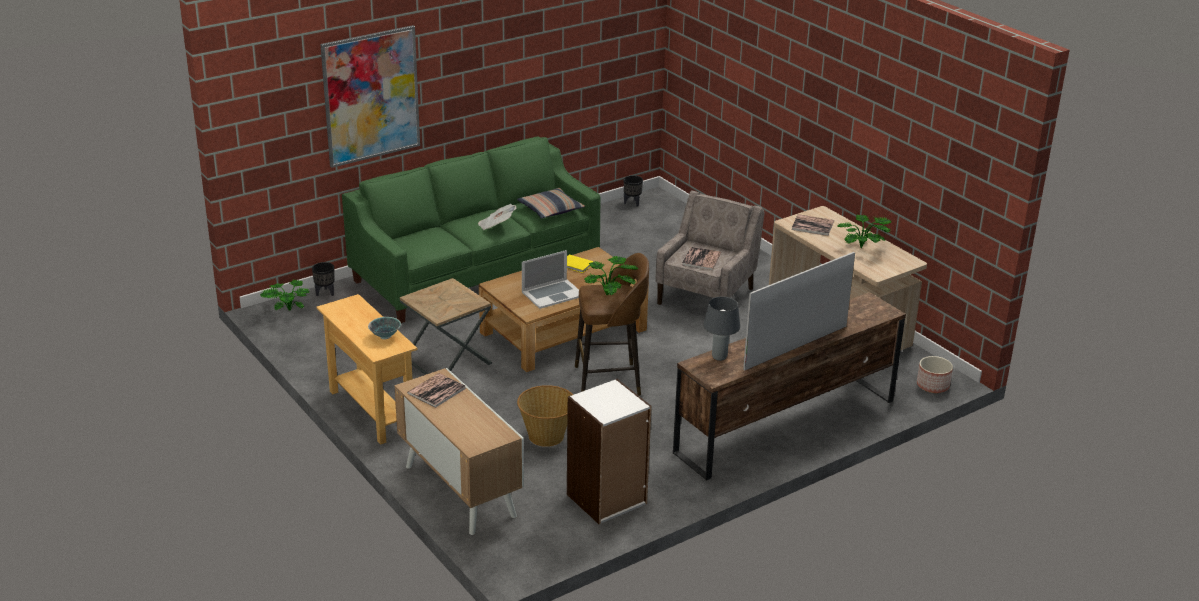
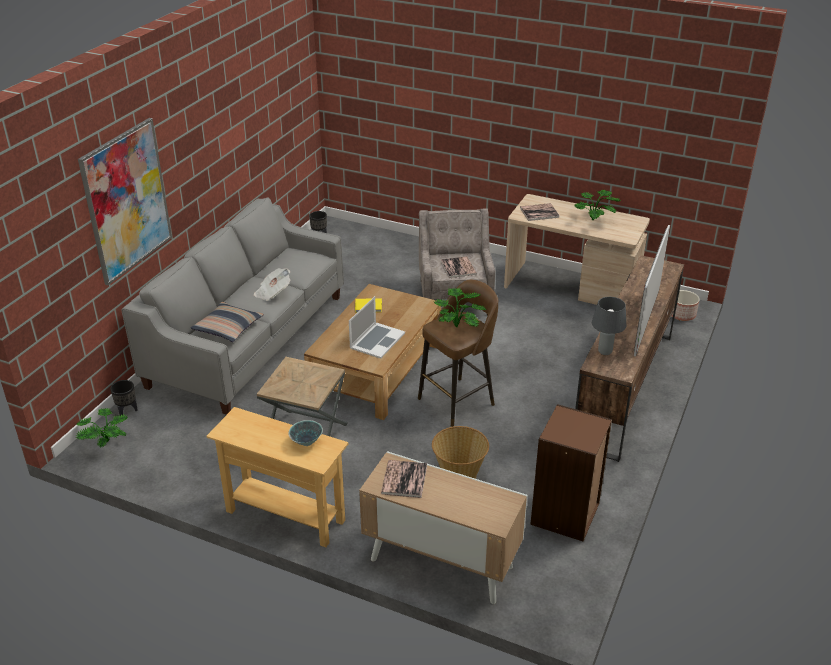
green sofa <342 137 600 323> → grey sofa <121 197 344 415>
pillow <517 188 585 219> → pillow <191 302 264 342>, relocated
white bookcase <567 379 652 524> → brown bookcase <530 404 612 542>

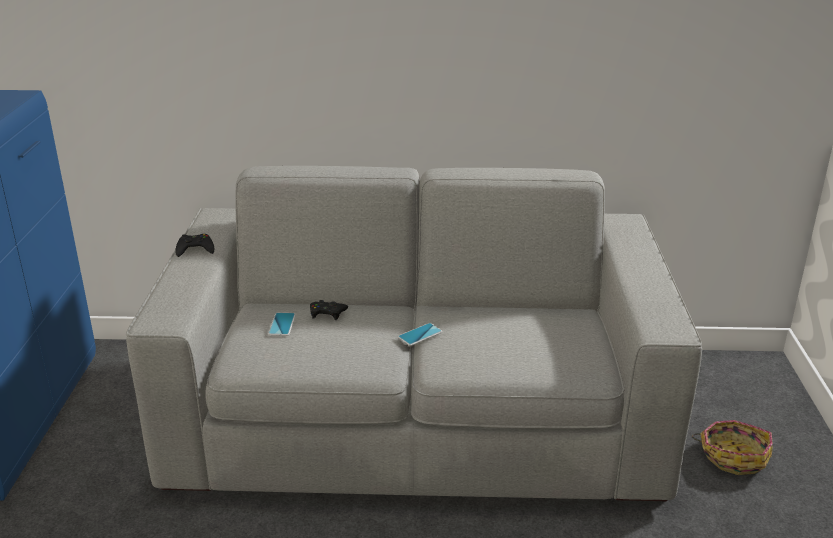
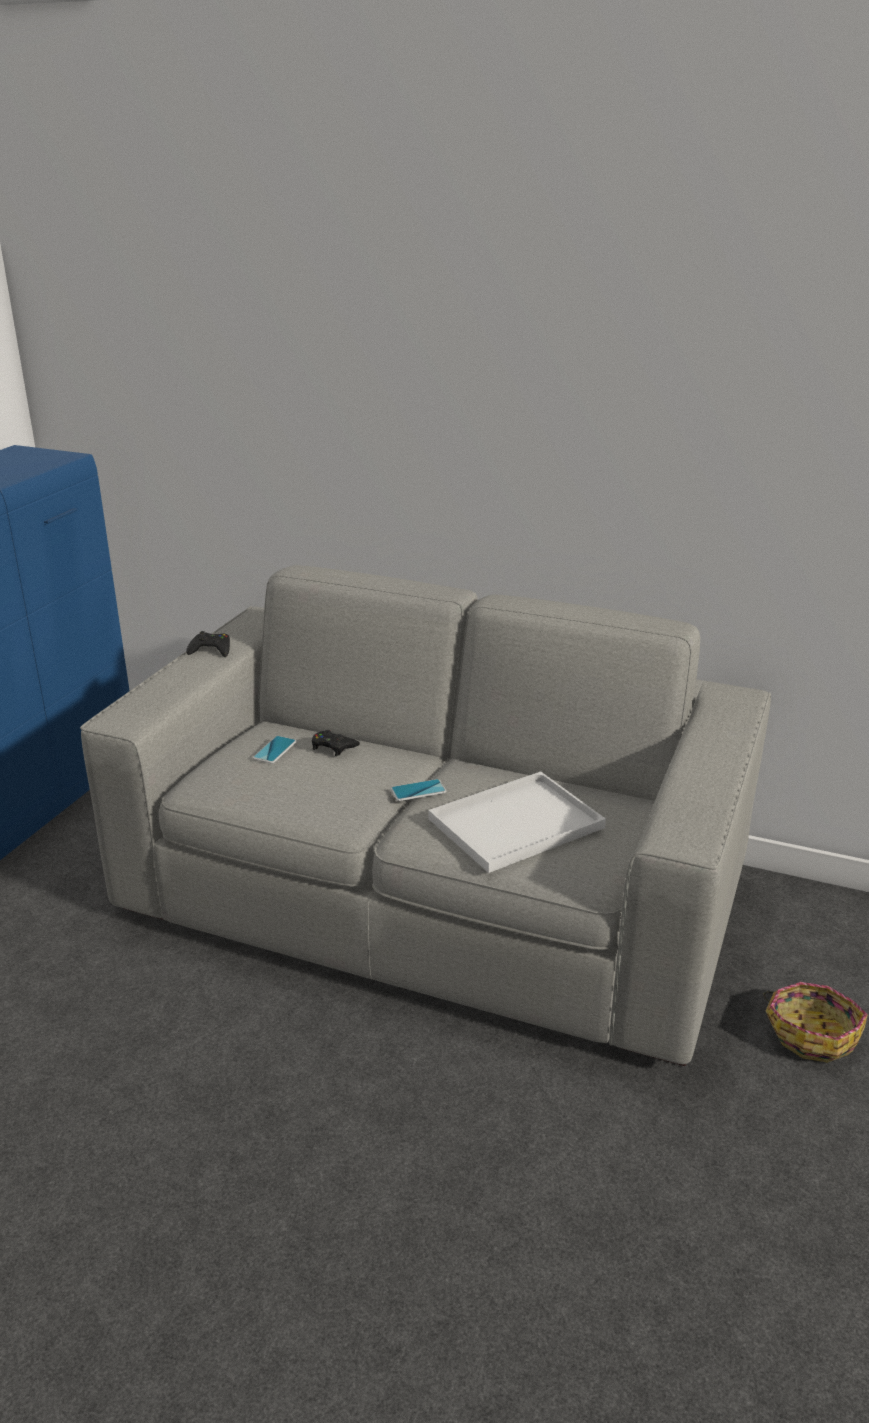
- → white tray <428 771 606 873>

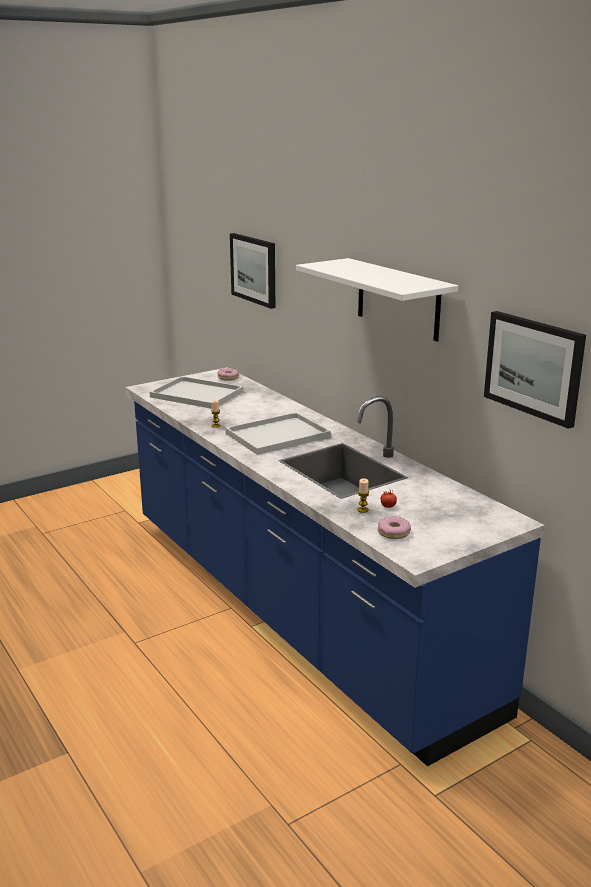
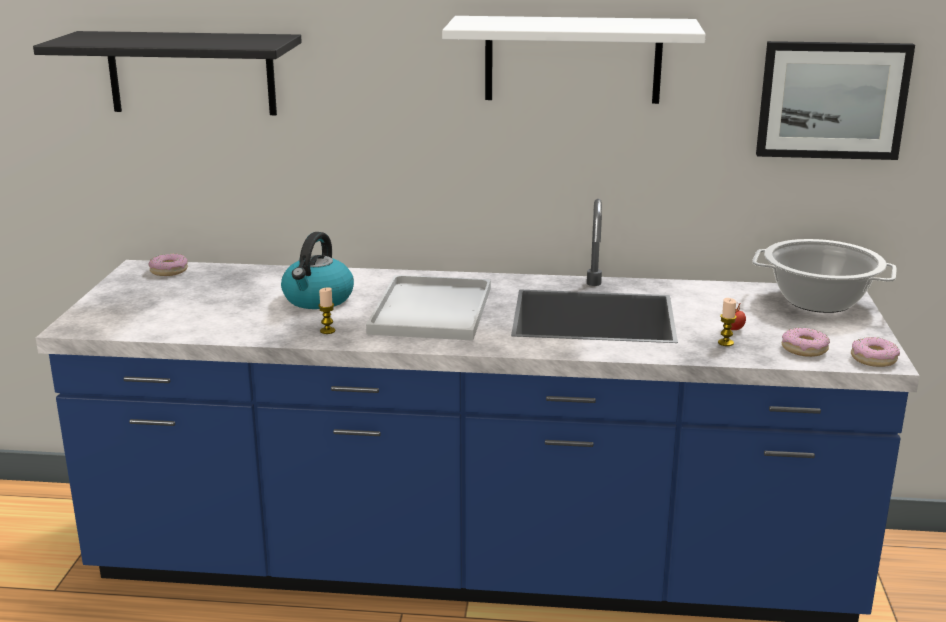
picture <230 233 275 309> → black shelf <33 31 302 115>
white tray <150 376 243 409> → -
- → kettle <281 232 354 309>
- → cooking pot <752 239 897 313>
- → donut <851 337 900 367>

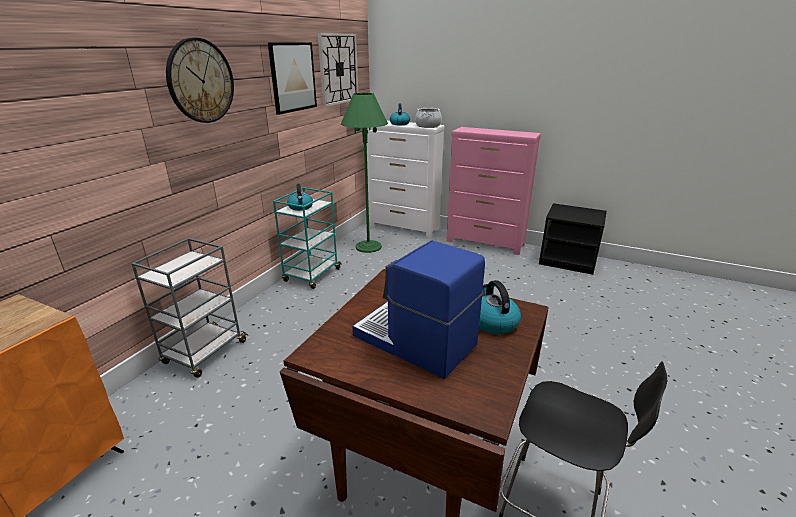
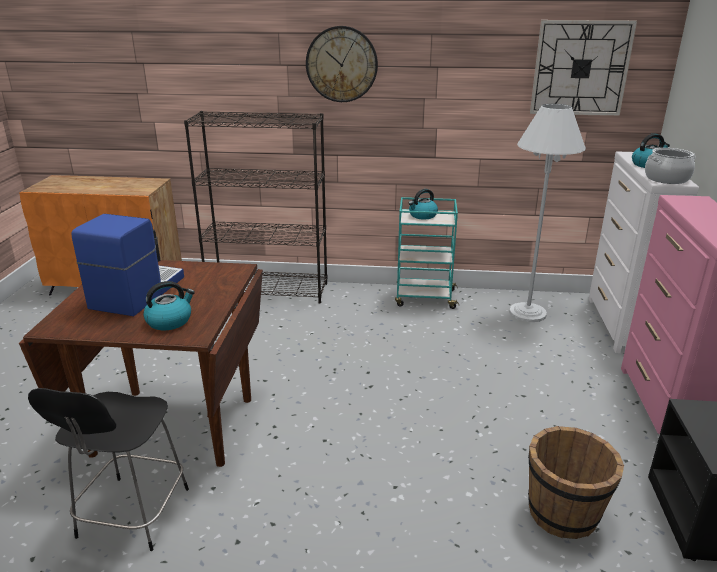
picture <268 42 317 115> → -
green floor lamp <341 93 388 253> → white floor lamp <509 104 586 322>
grey cart <131 238 248 378> → black bookcase <184 111 327 304>
- → brown bucket <528 426 624 539>

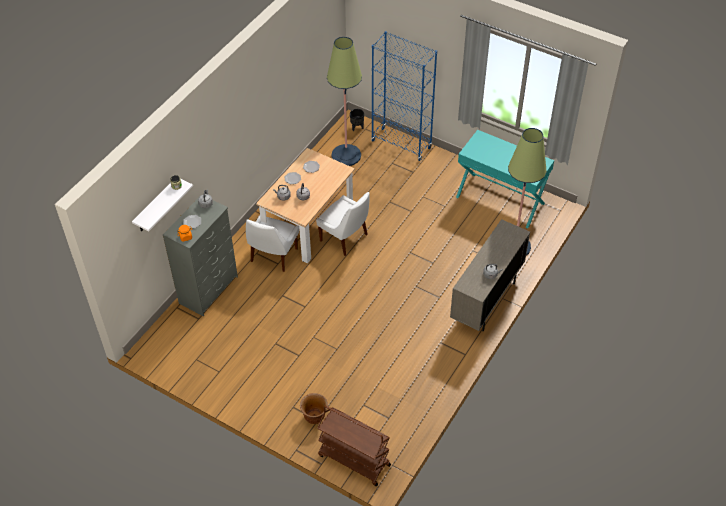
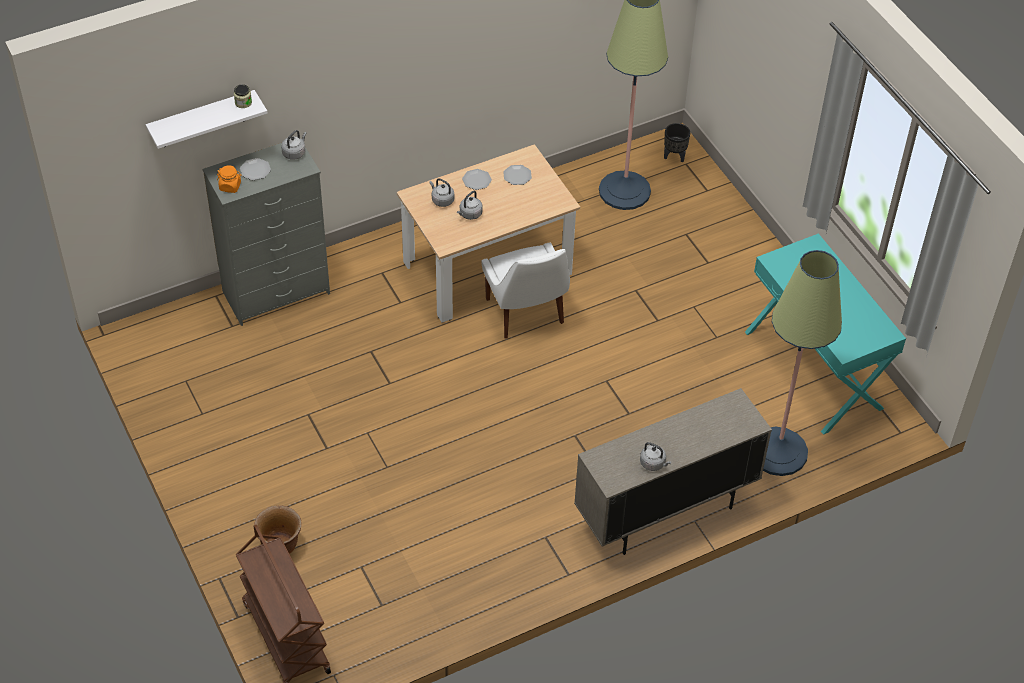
blue bookcase <371 31 437 161> → -
white chair <246 215 299 272> → -

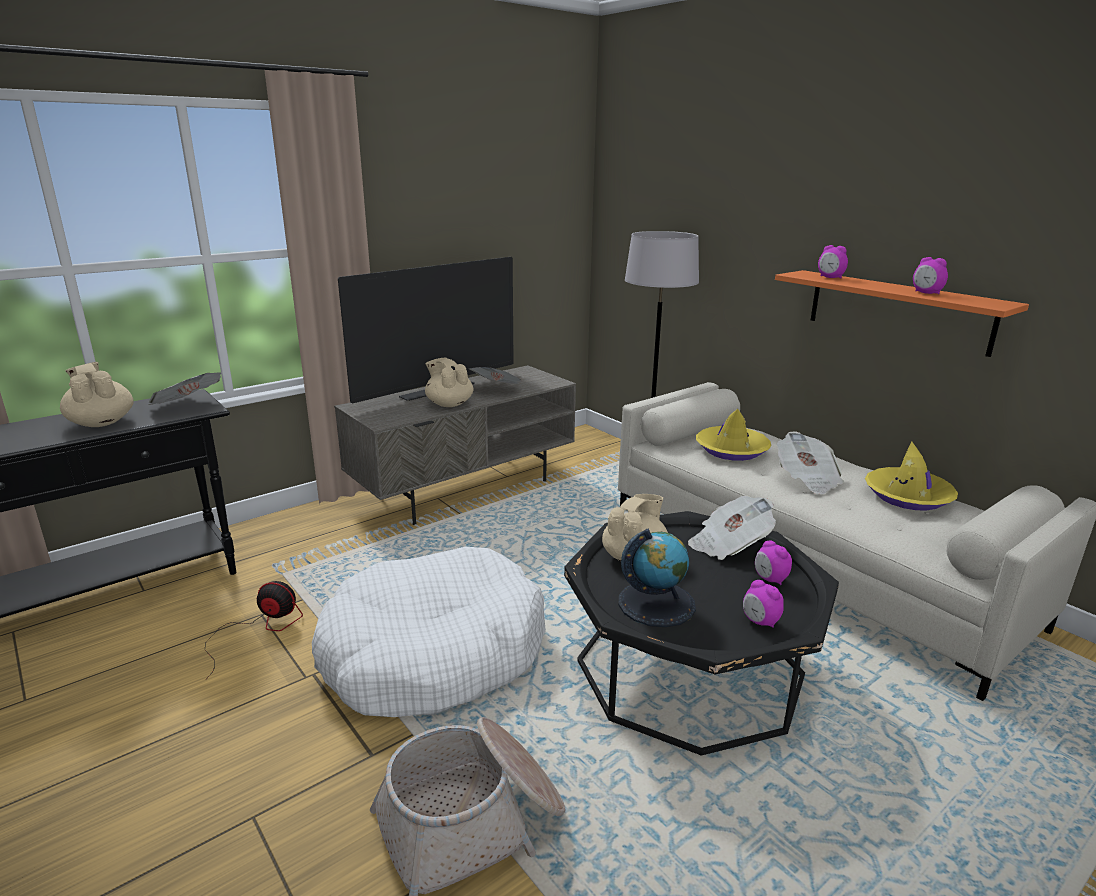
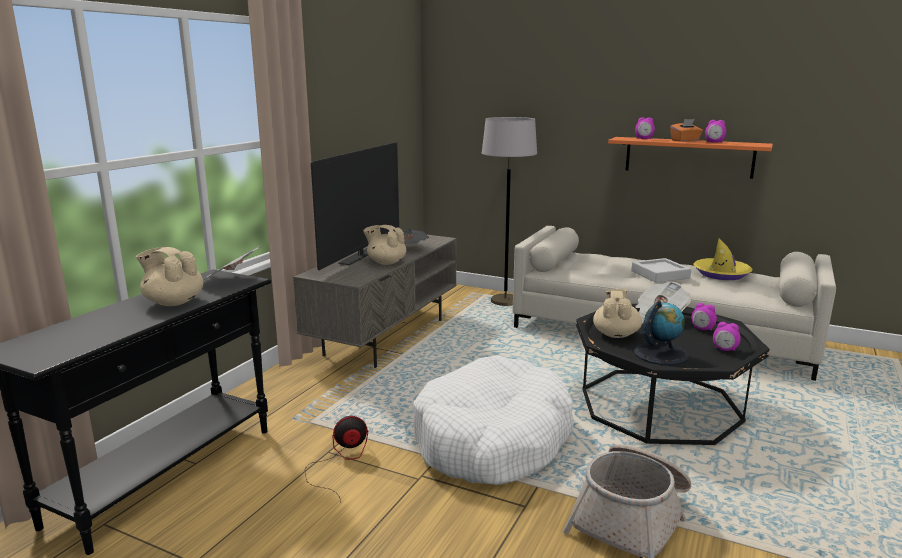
yellow hat <696 409 771 461> → -
newspaper <777 431 844 495> → grey tray <631 258 691 283>
- → orange tissue box <670 119 703 142>

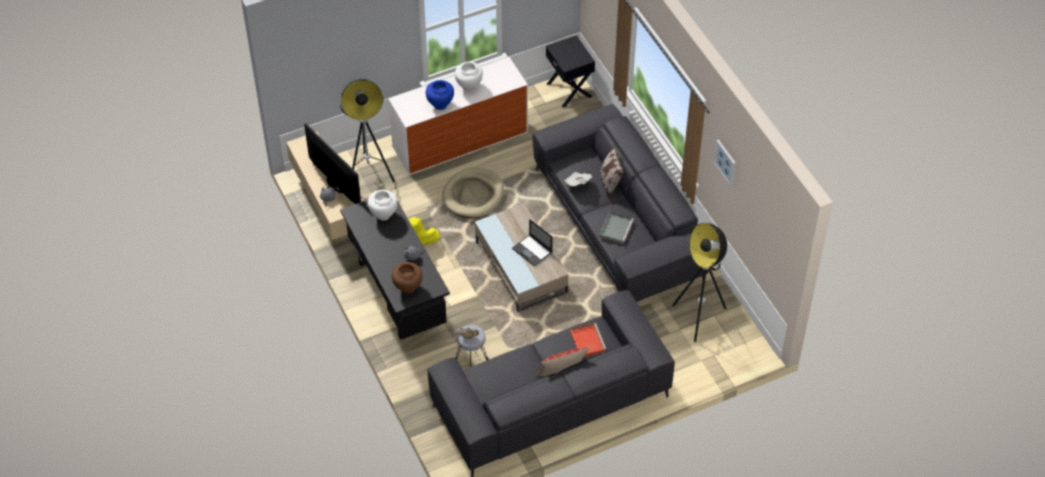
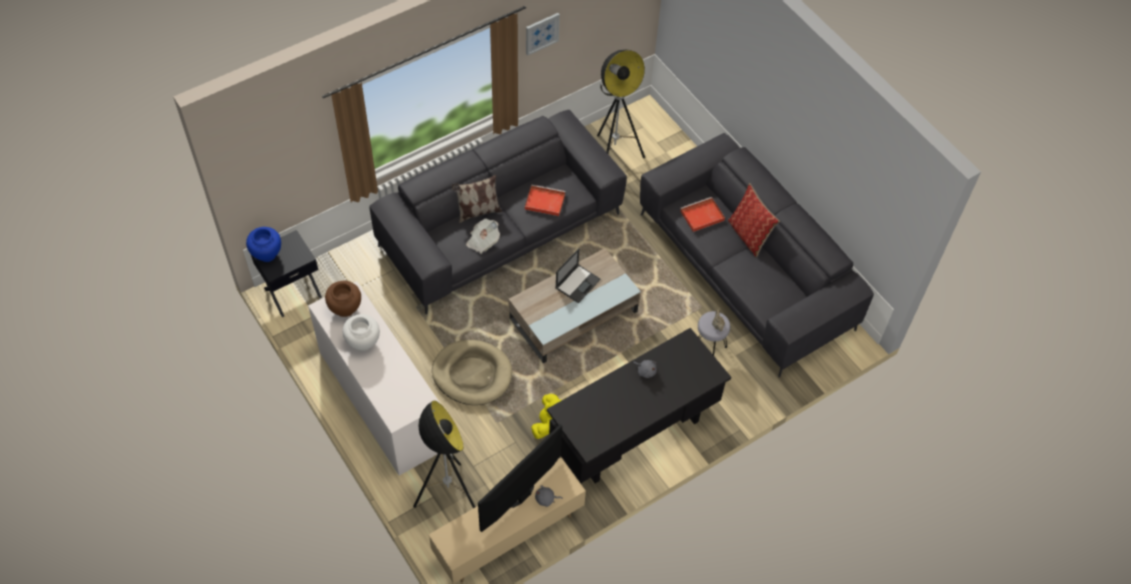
blue vase <426 80 454 110> → blue vase <246 227 281 262>, relocated
white vase <368 190 398 220> → -
grey tray <599 211 634 244> → red tray <525 185 565 216>
brown vase <392 262 422 294> → brown vase <325 281 361 317>, relocated

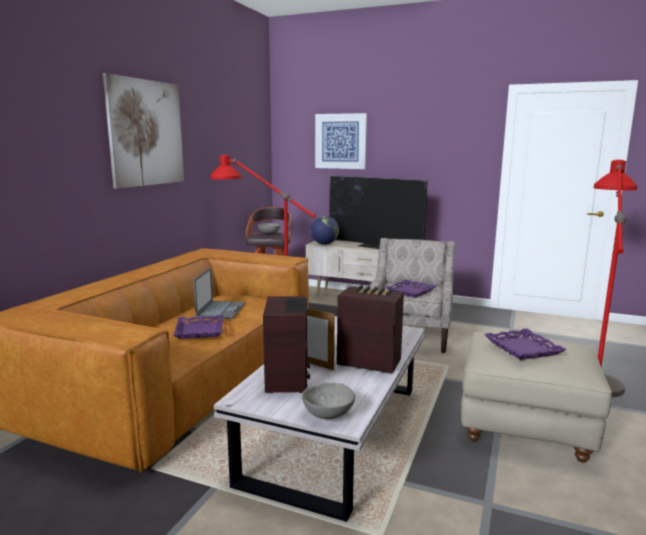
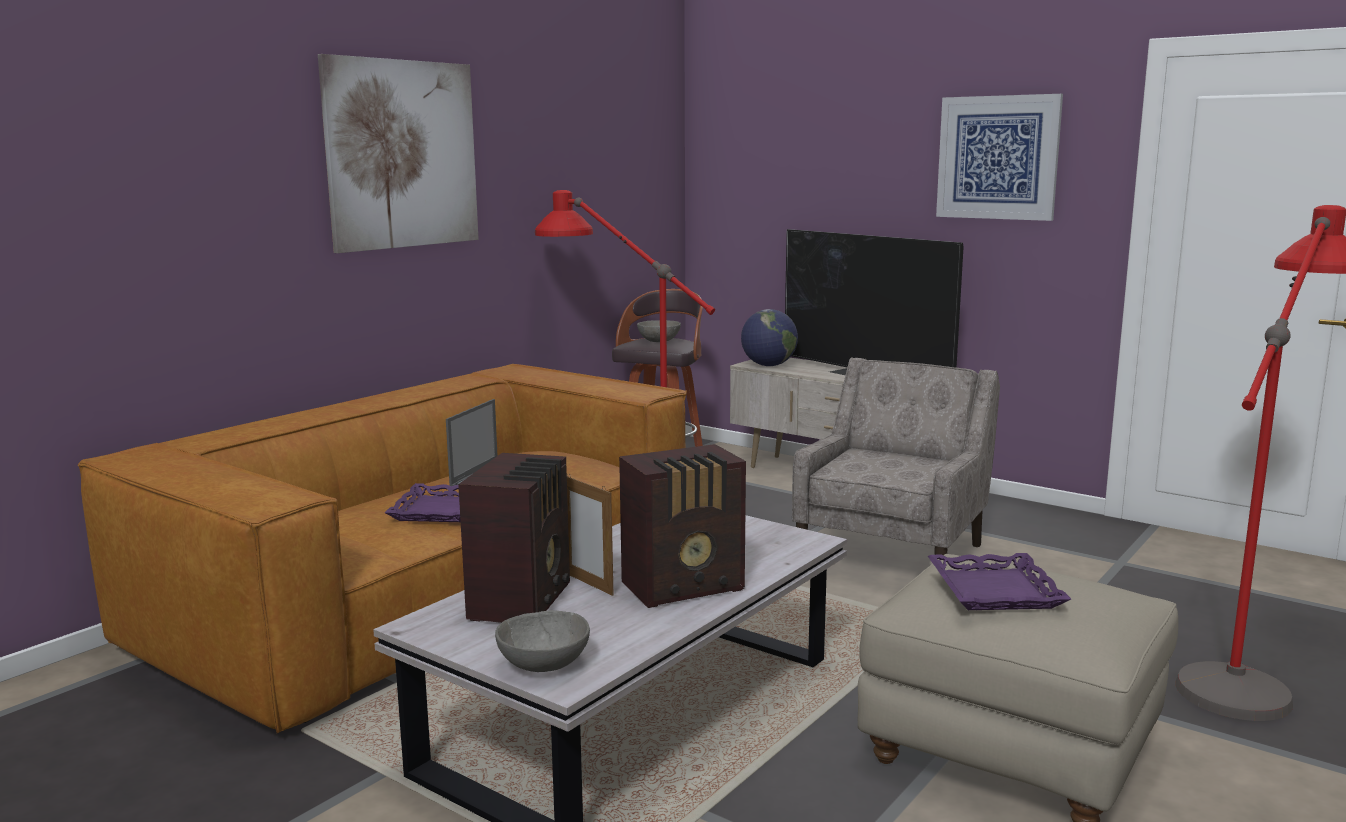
picture <315 113 367 169> → picture <936 94 1063 221>, relocated
purple tray <385 279 436 298> → -
radio <337 285 404 374> → radio <619 444 746 608>, 120 degrees clockwise

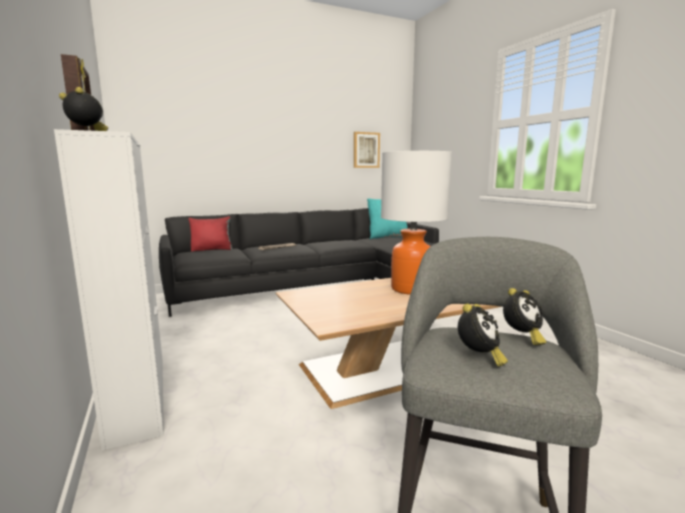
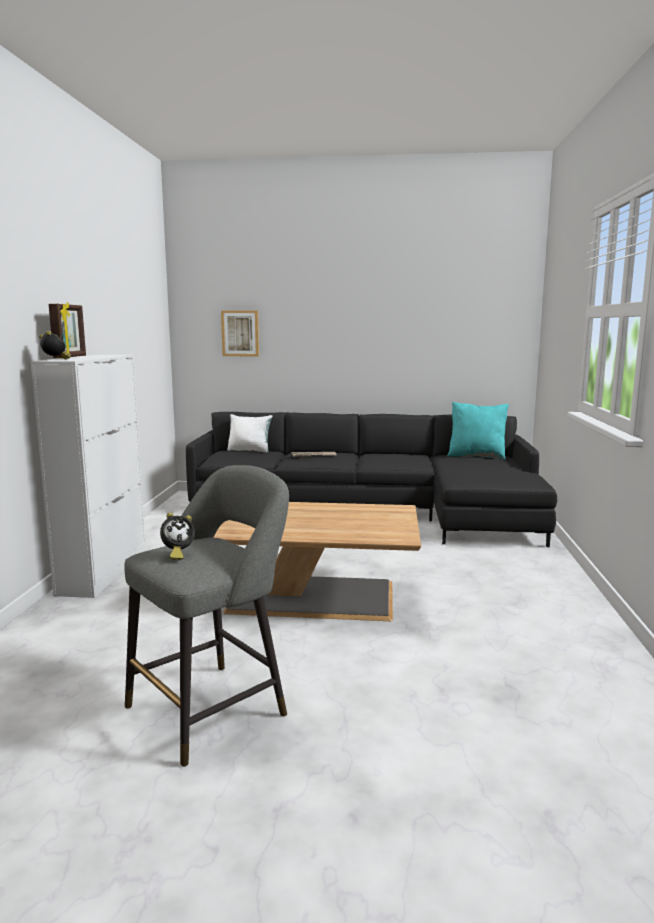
picture <354 132 380 168> → picture <221 310 259 356>, relocated
table lamp <381 151 452 295> → -
red pillow <188 216 232 252> → white pillow <228 414 272 453>
alarm clock <503 288 546 345> → -

